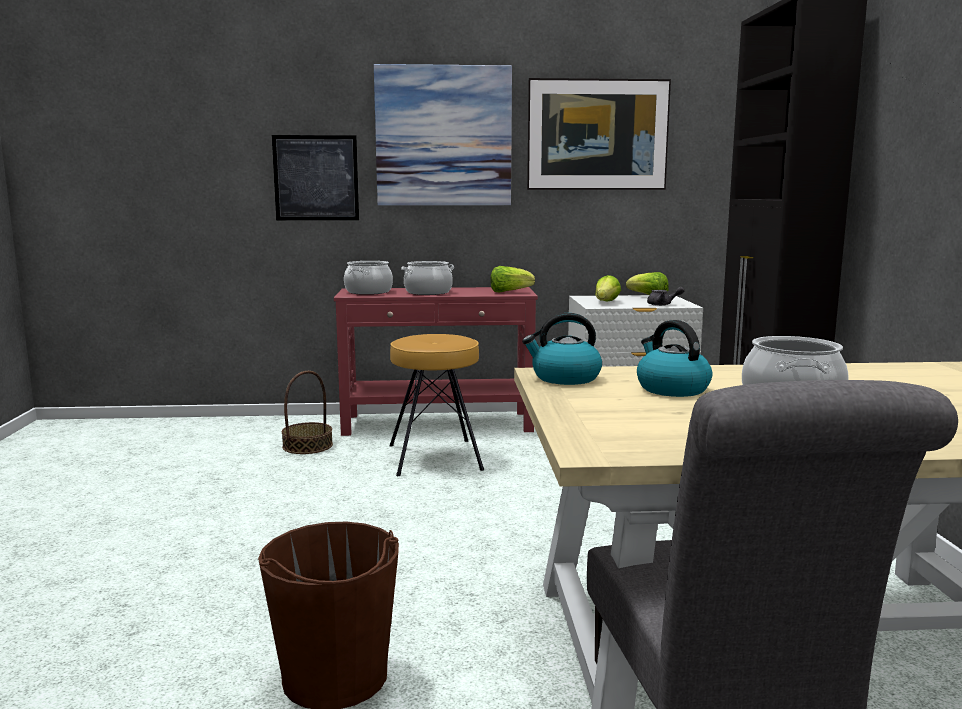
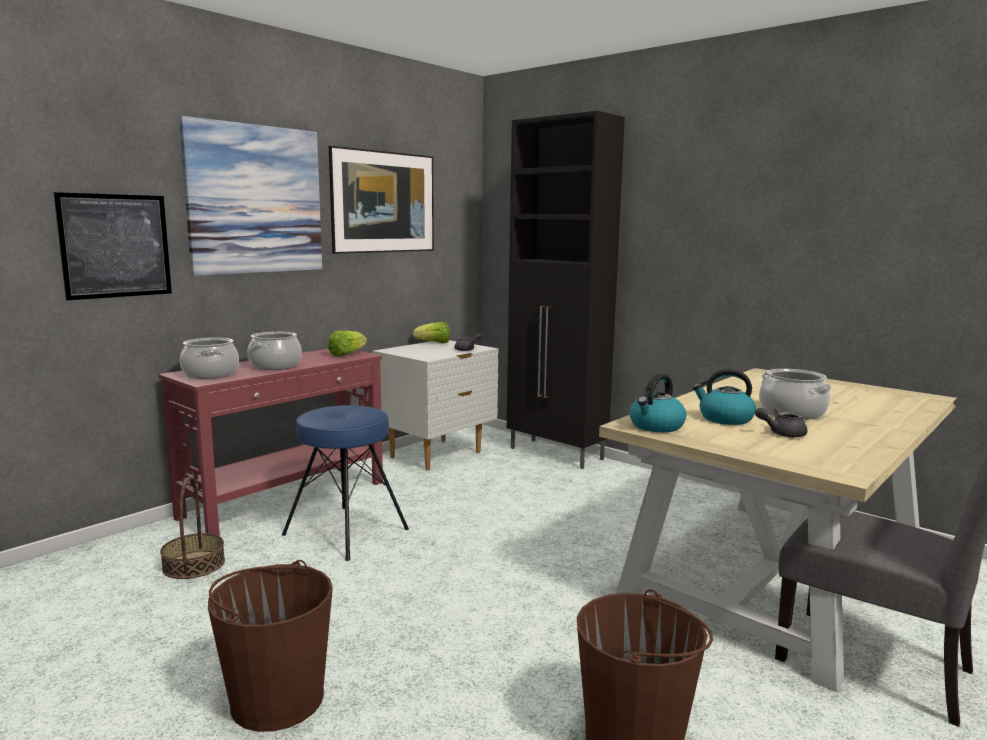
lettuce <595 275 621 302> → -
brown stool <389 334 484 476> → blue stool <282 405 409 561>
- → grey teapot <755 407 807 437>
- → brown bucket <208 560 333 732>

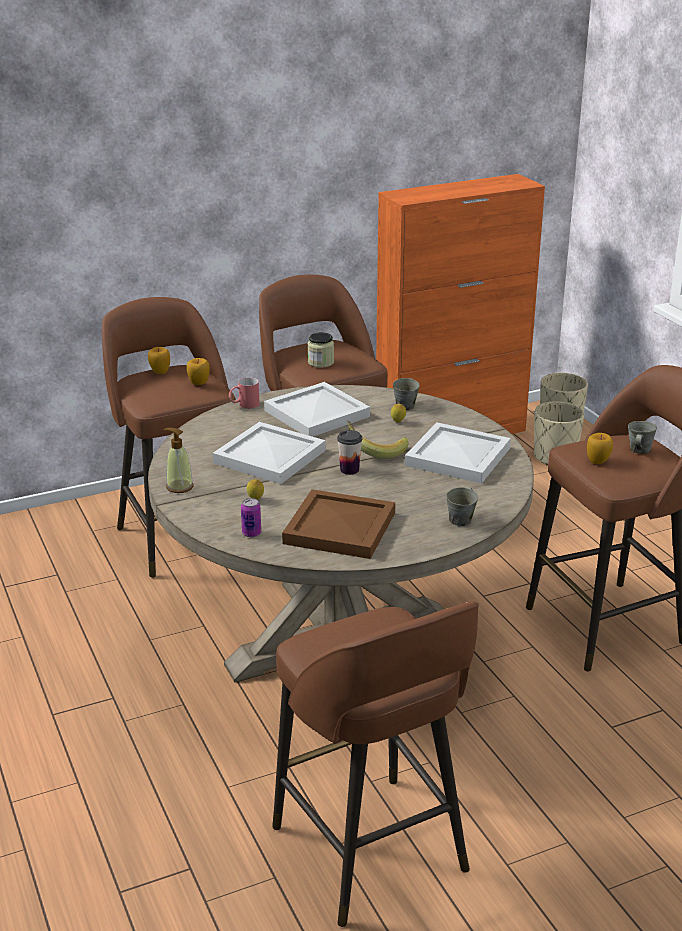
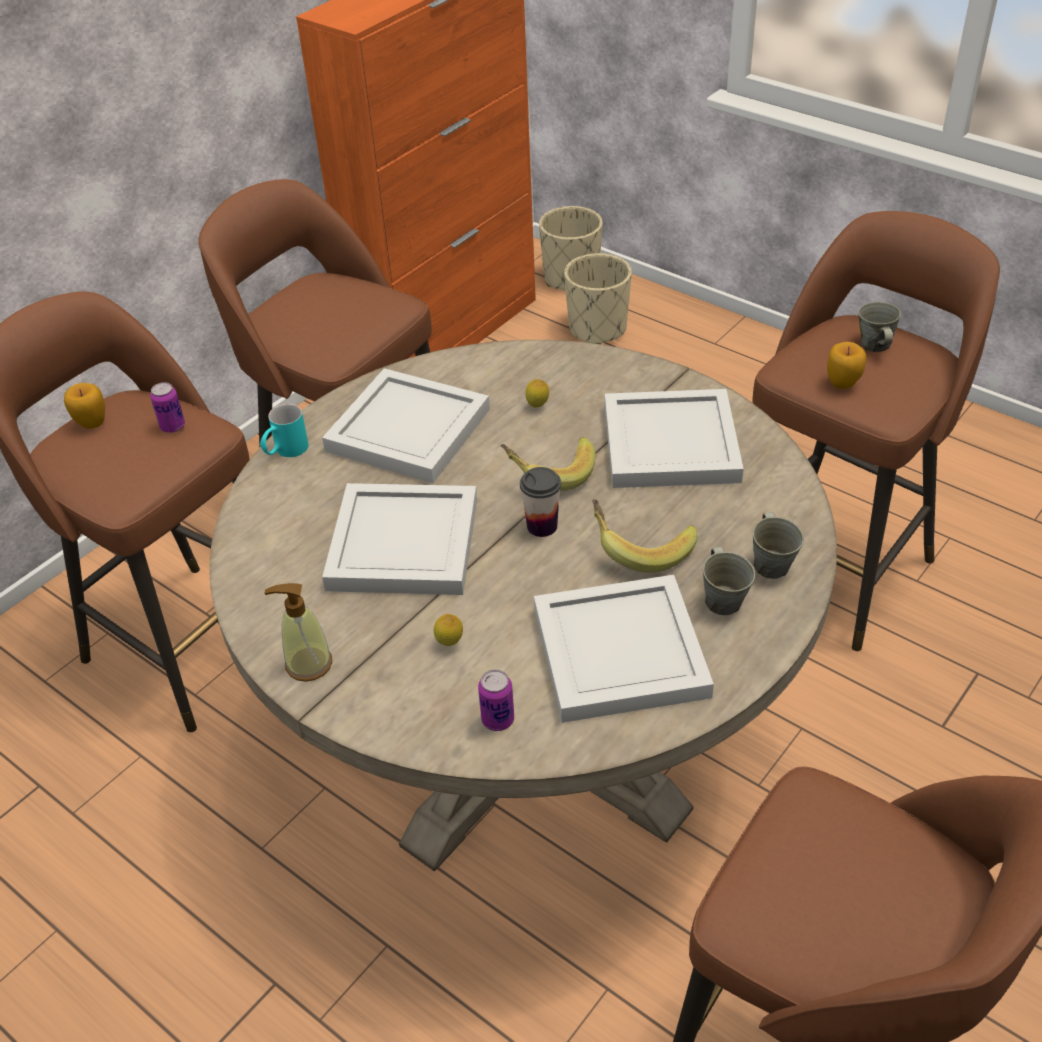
jar <308 332 334 368> → -
apple <187 358 210 385> → can <150 382 185 433>
red mug <229 377 259 409> → turquoise mug <260 404 309 457>
grey mug <393 378 420 410> → grey mug <703 547 755 615>, relocated
brown tray <282 489 395 559> → white tray <534 575 714 723>
- → banana <592 499 697 573>

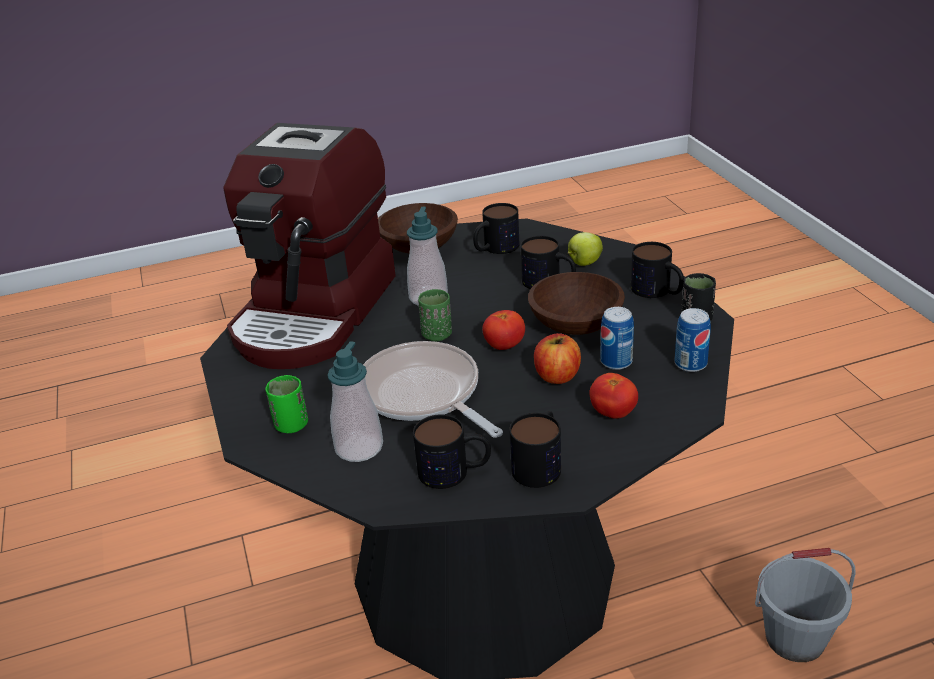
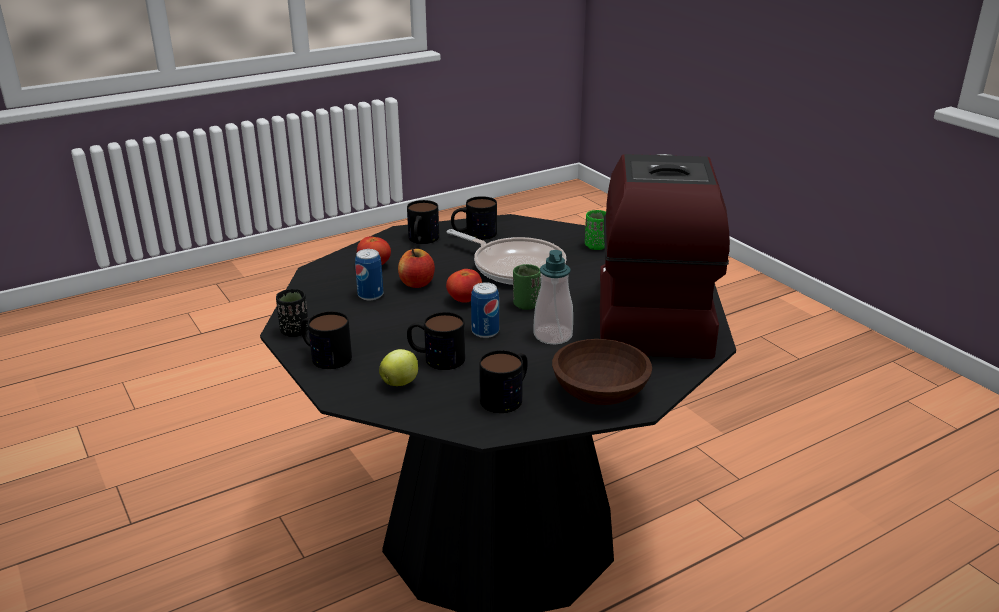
brown bowl <528 272 625 335> → -
can <675 308 711 372> → can <471 282 499 338>, relocated
soap dispenser <327 342 383 462> → -
grey bucket <755 548 856 662> → -

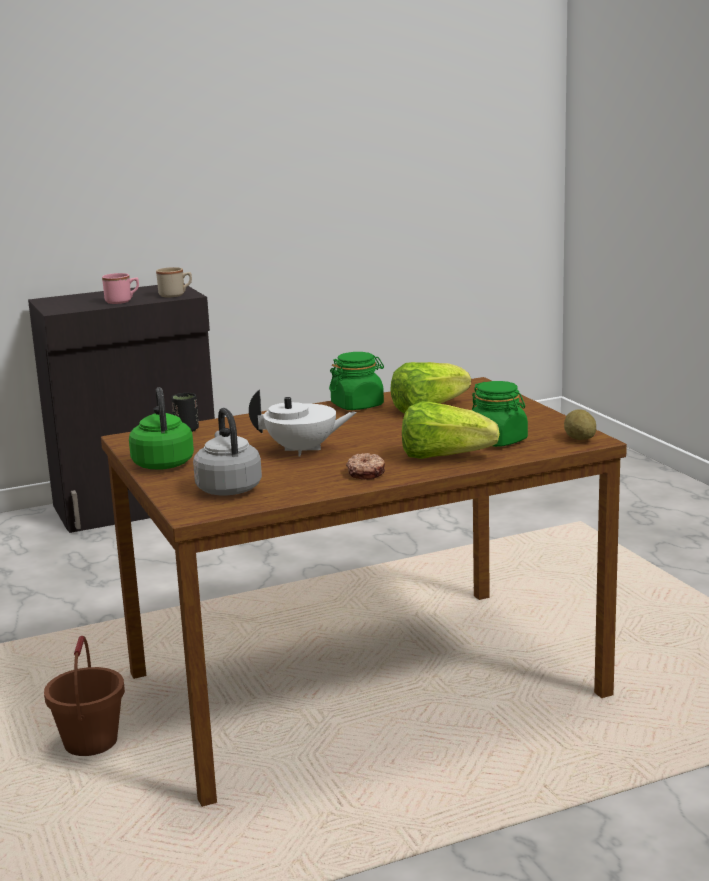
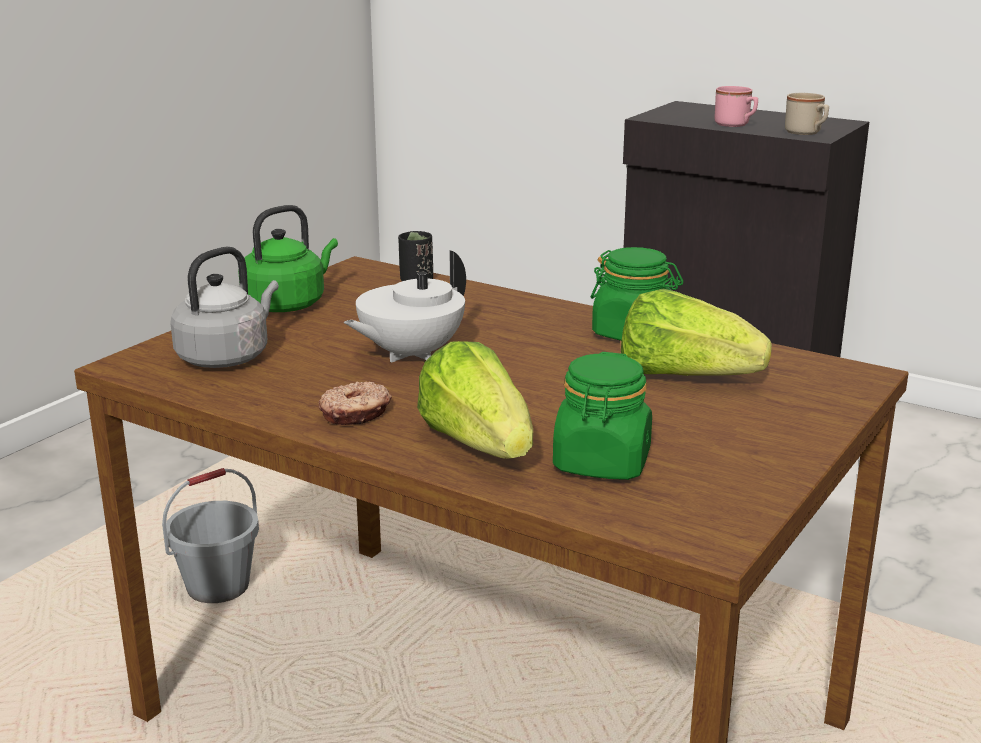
white teapot <249 389 357 456> → white teapot <344 250 466 363>, 75 degrees clockwise
potato <564 409 596 440> → -
brown bucket <44 636 125 756> → grey bucket <162 468 259 603>

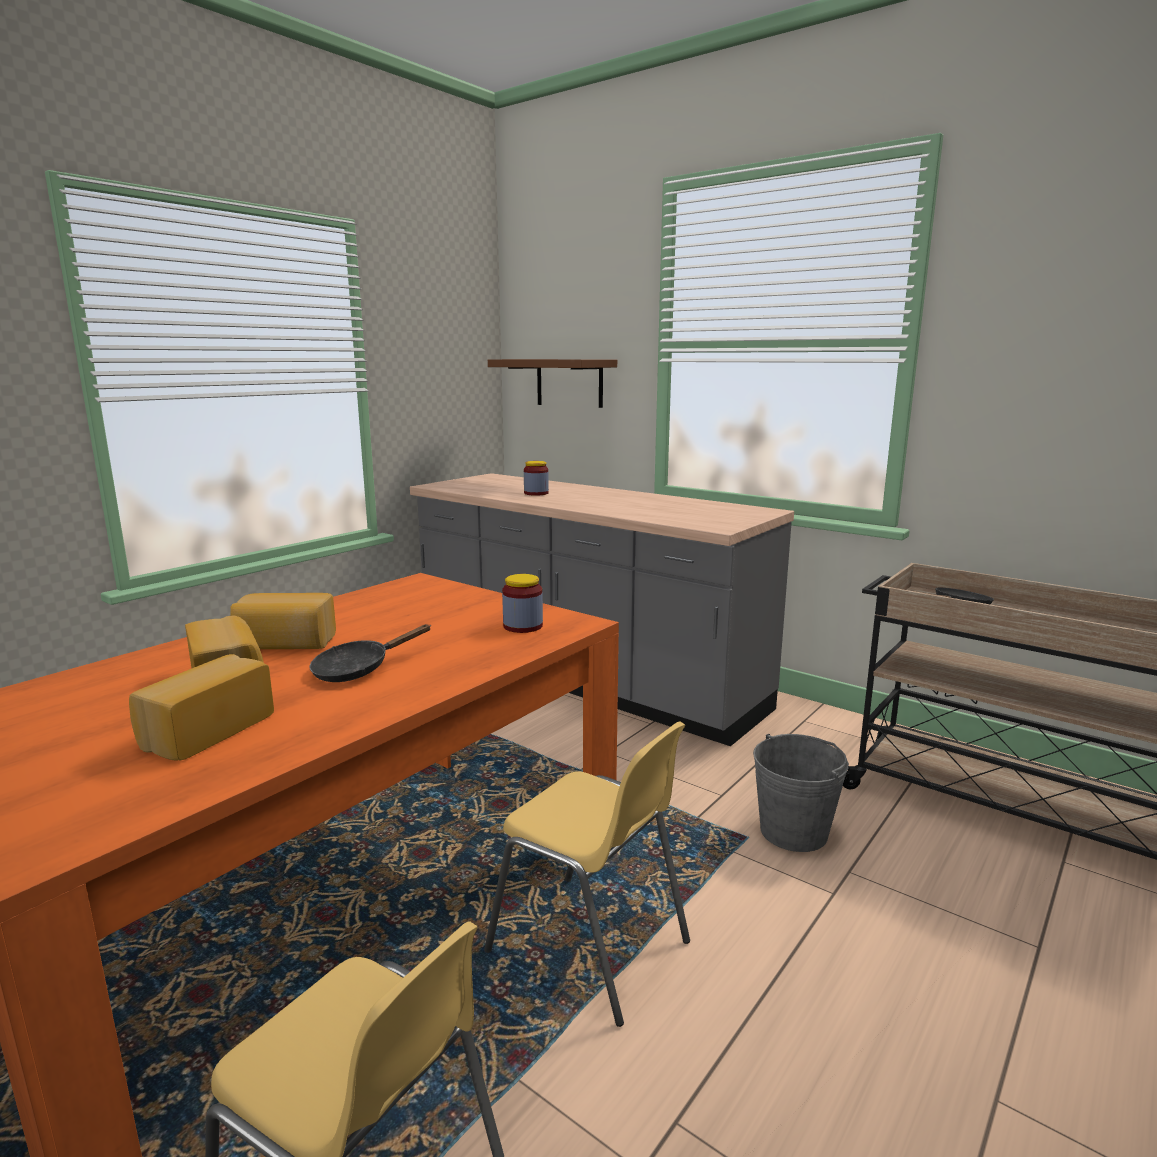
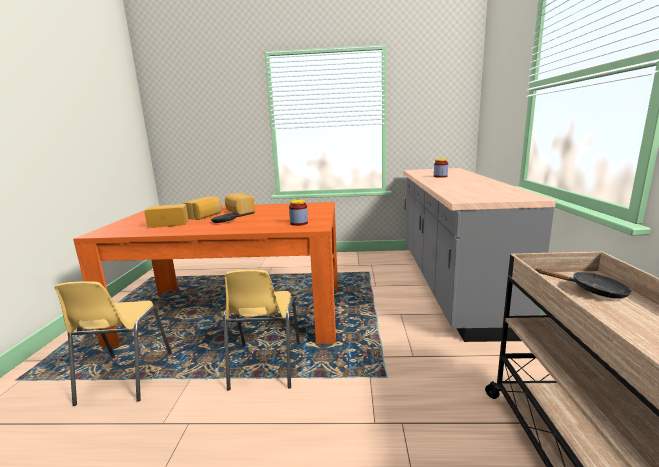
brown shelf <488 359 617 408> → -
grey bucket <753 734 849 852> → -

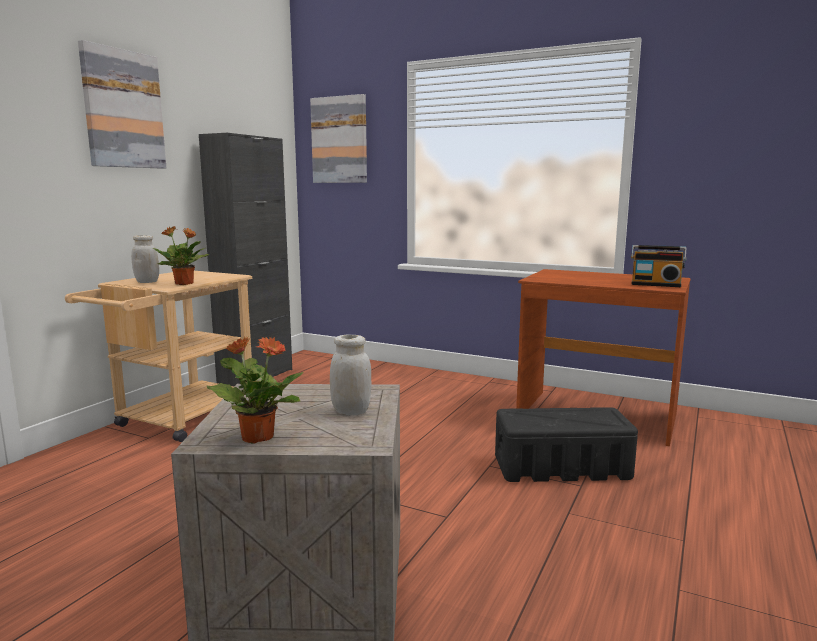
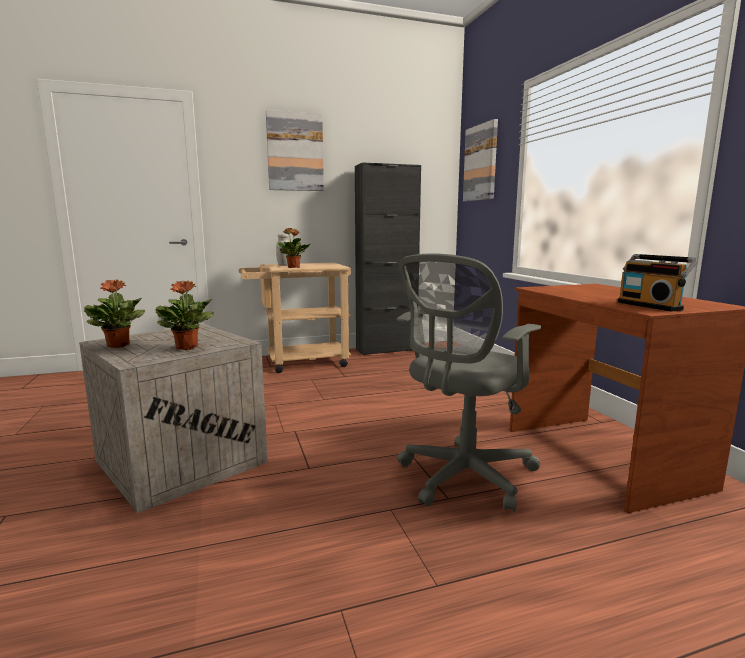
white jar <330 334 372 415> → potted plant <156 280 214 350>
black storage box <495 407 638 482> → grey office chair <397 253 541 512>

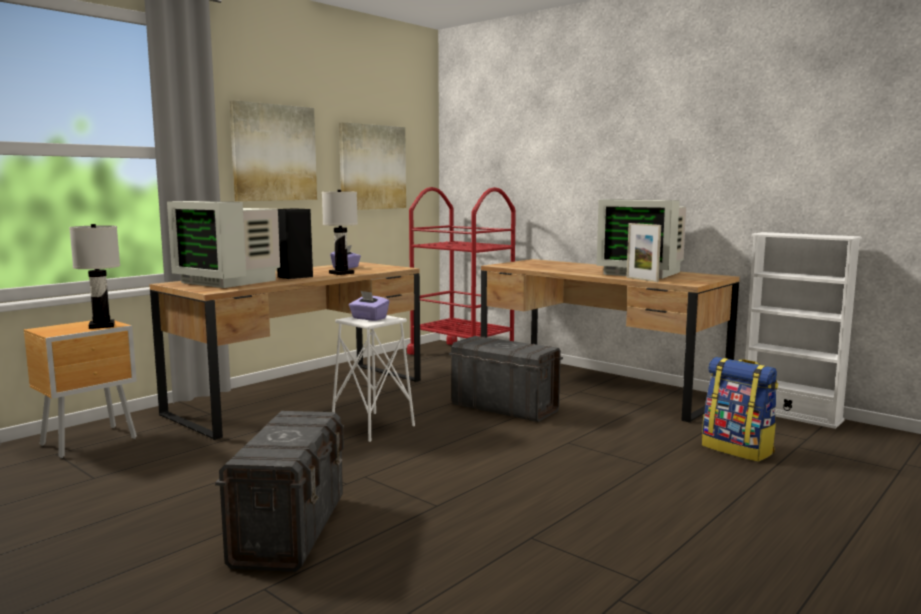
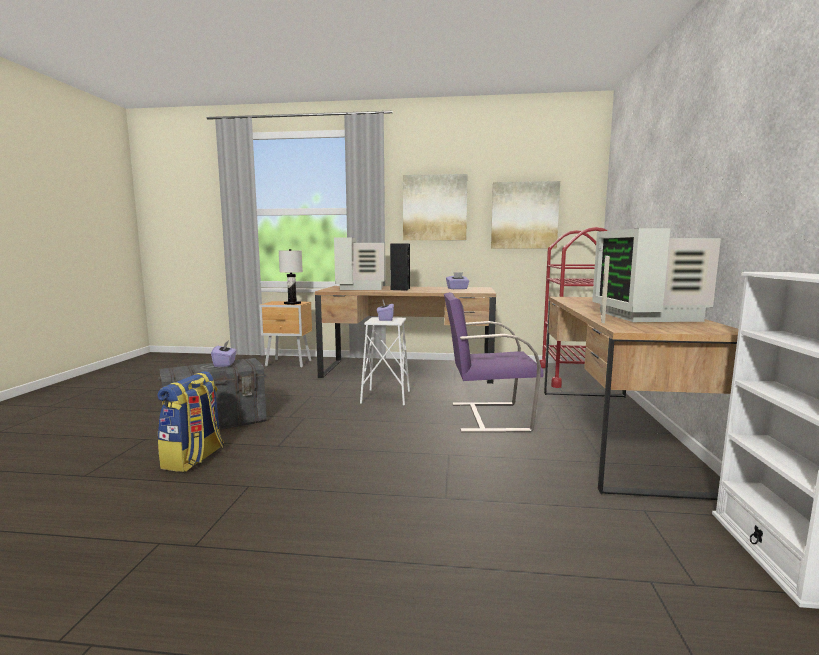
white table lamp <322 190 358 275> → -
grey storage box <449 336 563 422> → purple chair <444 292 543 433>
backpack <702 357 778 462> → backpack <157 371 224 472>, relocated
- → purple tissue box <211 341 237 367>

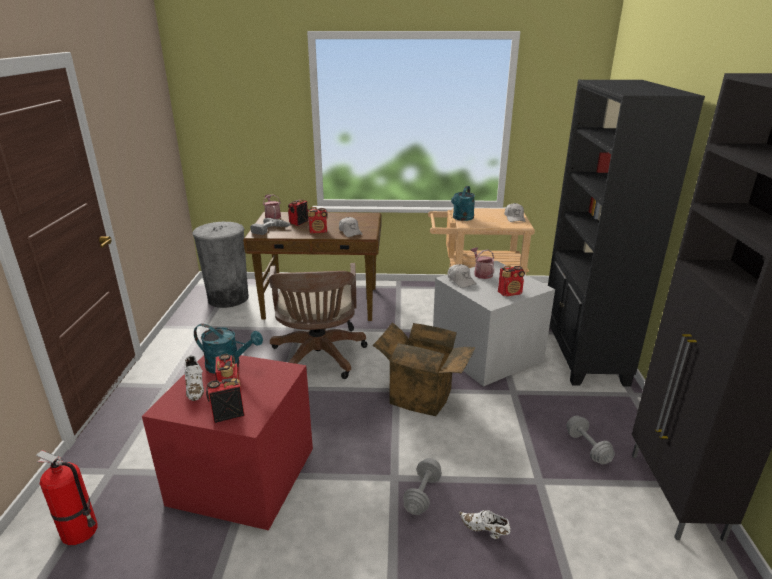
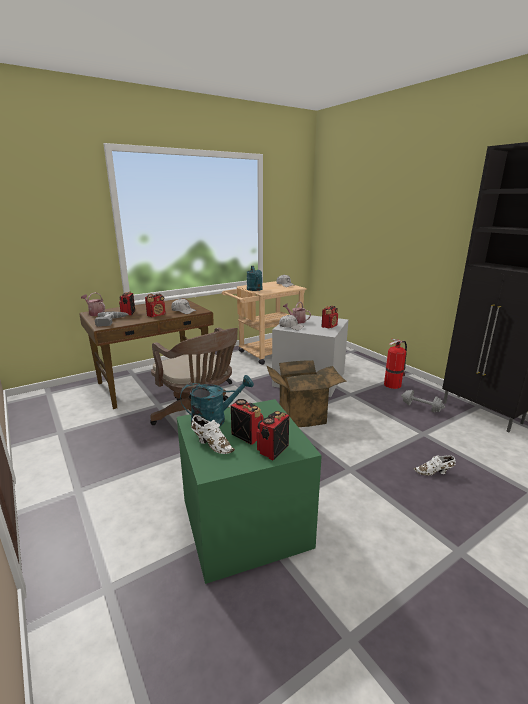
black bookcase <548 80 705 387> → -
grey trash can <192 222 249 308> → -
red storage box <142 355 313 530> → green storage box <177 399 322 584>
fire extinguisher <36 450 98 545> → fire extinguisher <384 339 407 389>, relocated
grey dumbbell <403 458 442 515> → -

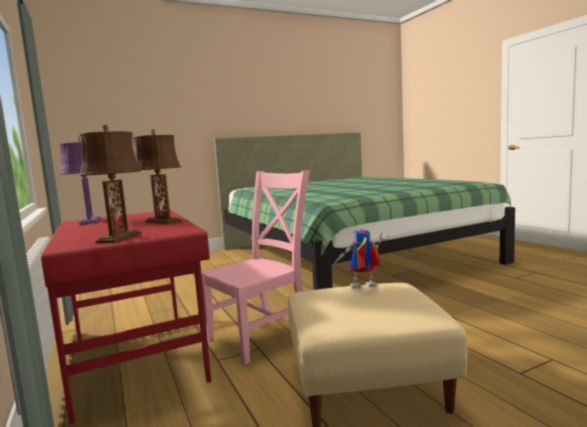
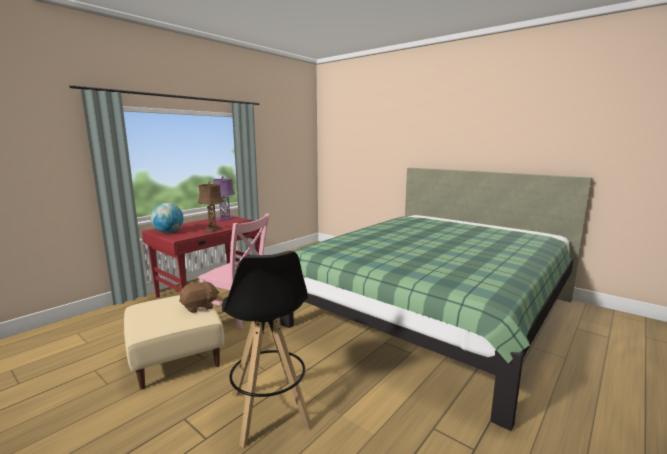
brown table lamp <79 125 142 243> → globe <151 203 184 233>
toy robot <331 229 389 289> → brown plush toy <179 281 219 313>
- → black stool <222 251 312 448>

